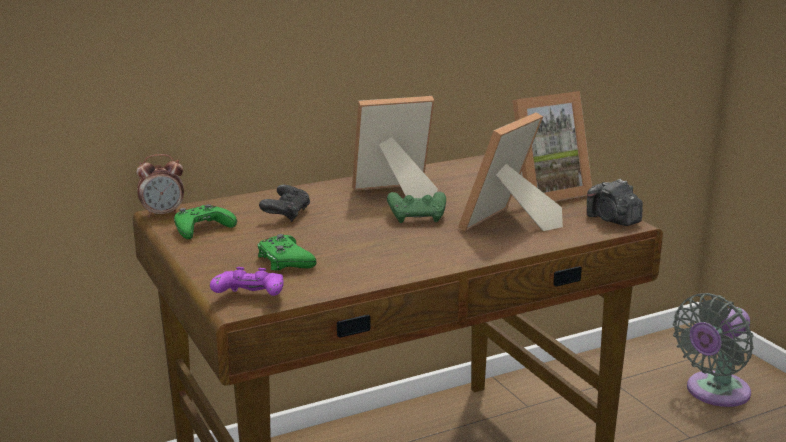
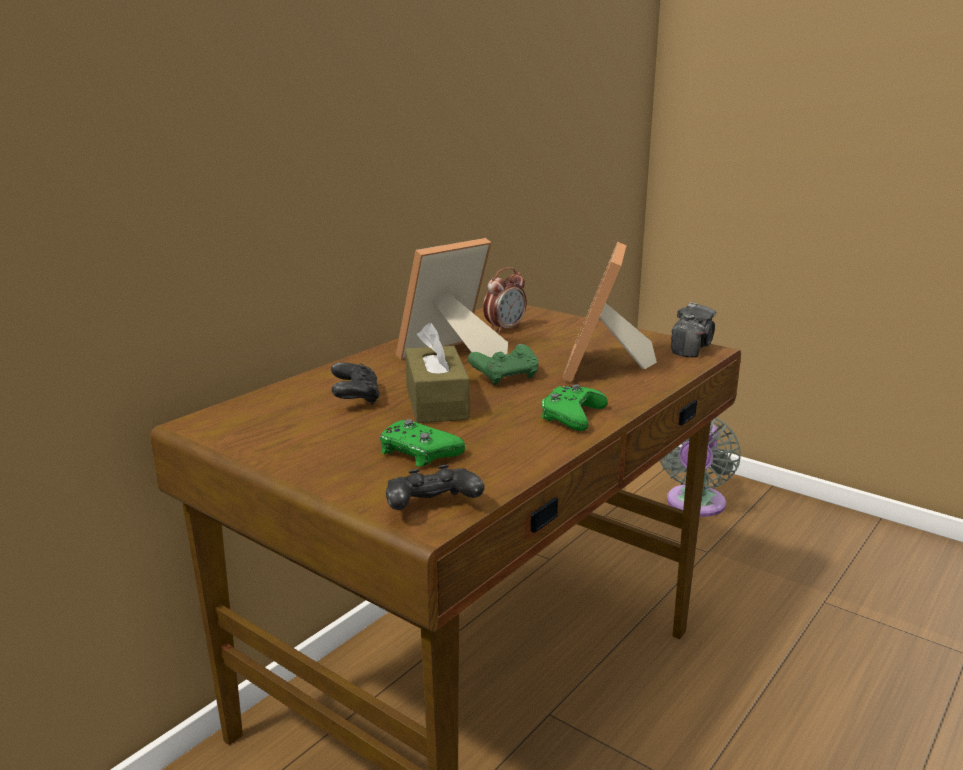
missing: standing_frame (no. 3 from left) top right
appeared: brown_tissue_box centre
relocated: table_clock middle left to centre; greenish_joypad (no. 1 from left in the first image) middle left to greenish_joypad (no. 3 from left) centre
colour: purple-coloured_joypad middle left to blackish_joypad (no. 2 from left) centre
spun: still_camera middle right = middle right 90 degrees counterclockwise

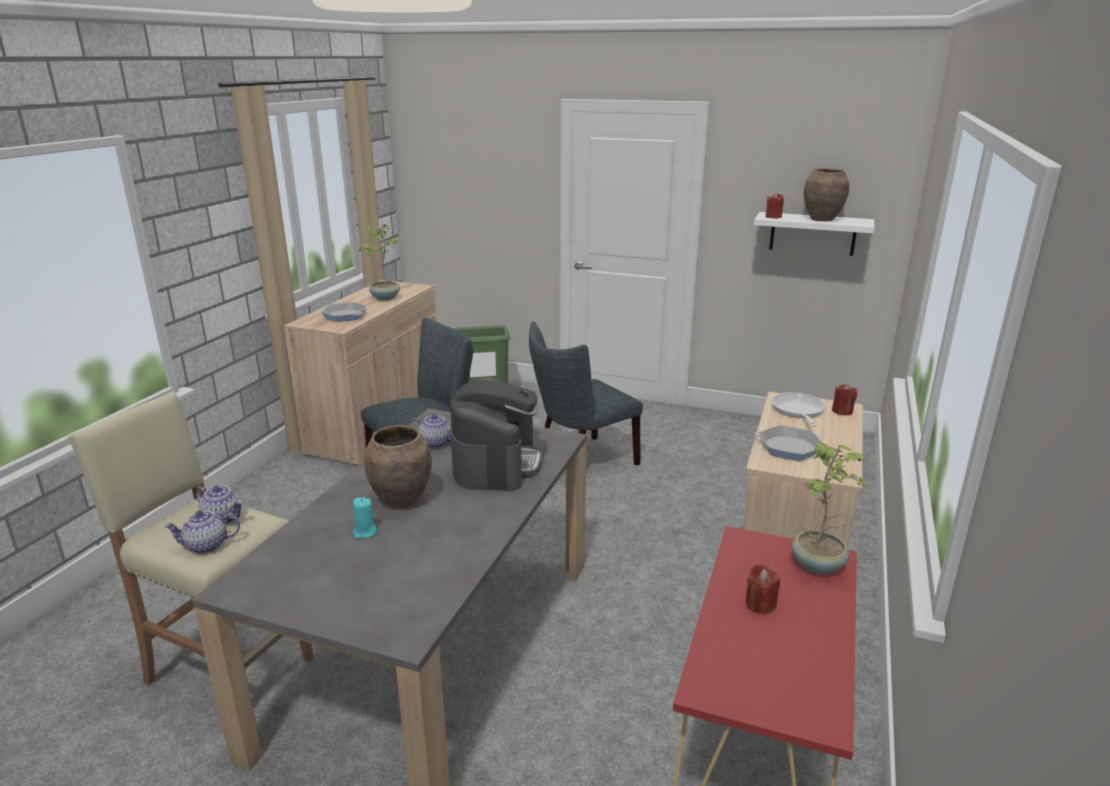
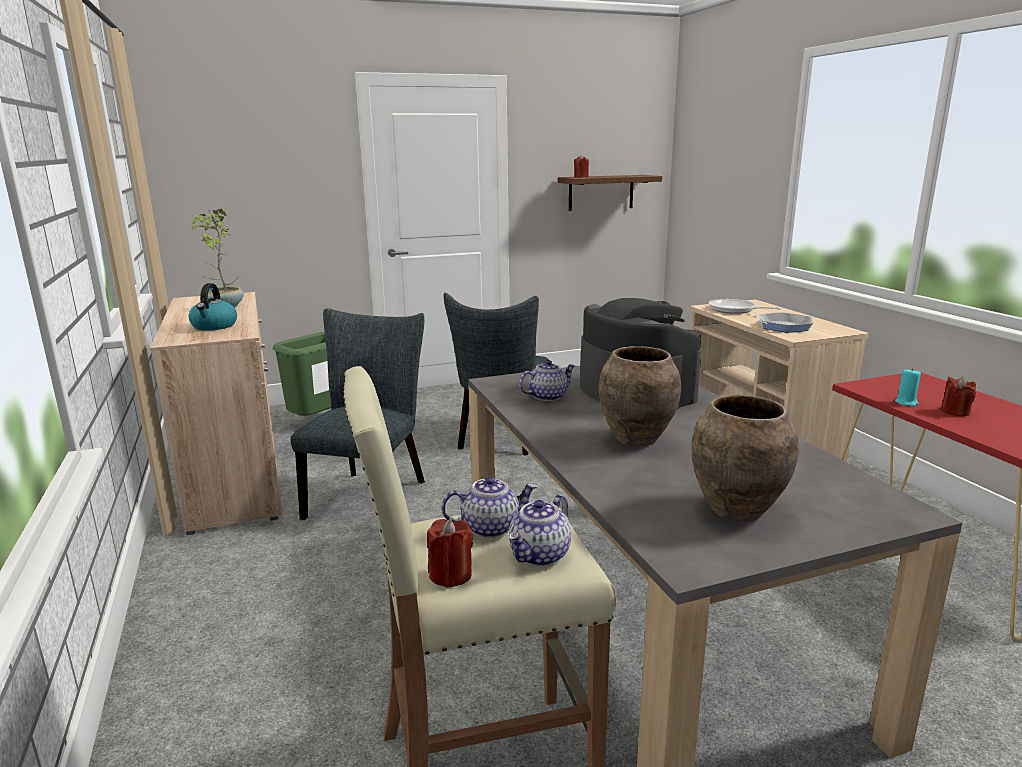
missing: plant_in_a_pot (no. 2 from left) middle right
relocated: red_candle (no. 3 from left in the first image) middle right to red_candle (no. 1 from left) bottom centre; brown_flower_vase (no. 2 from left) top right to middle right; blue-green_candle middle left to middle right
exchanged: pan (no. 1 from left) middle left to kettle middle left
colour: white-coloured_wall_shelf top right to brown_wall_shelf top centre

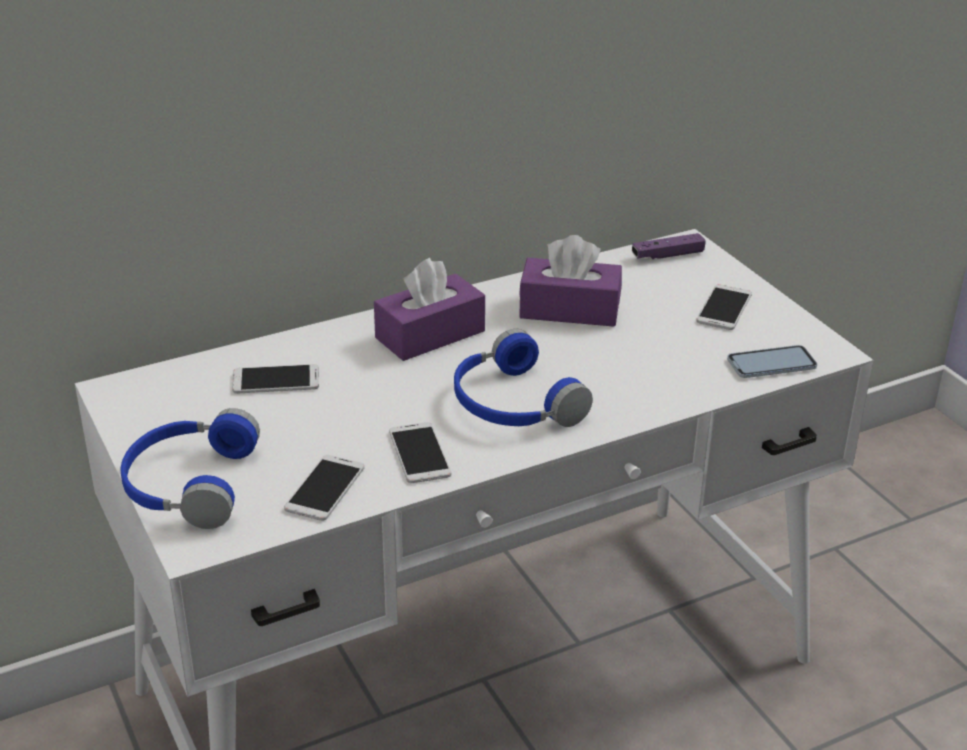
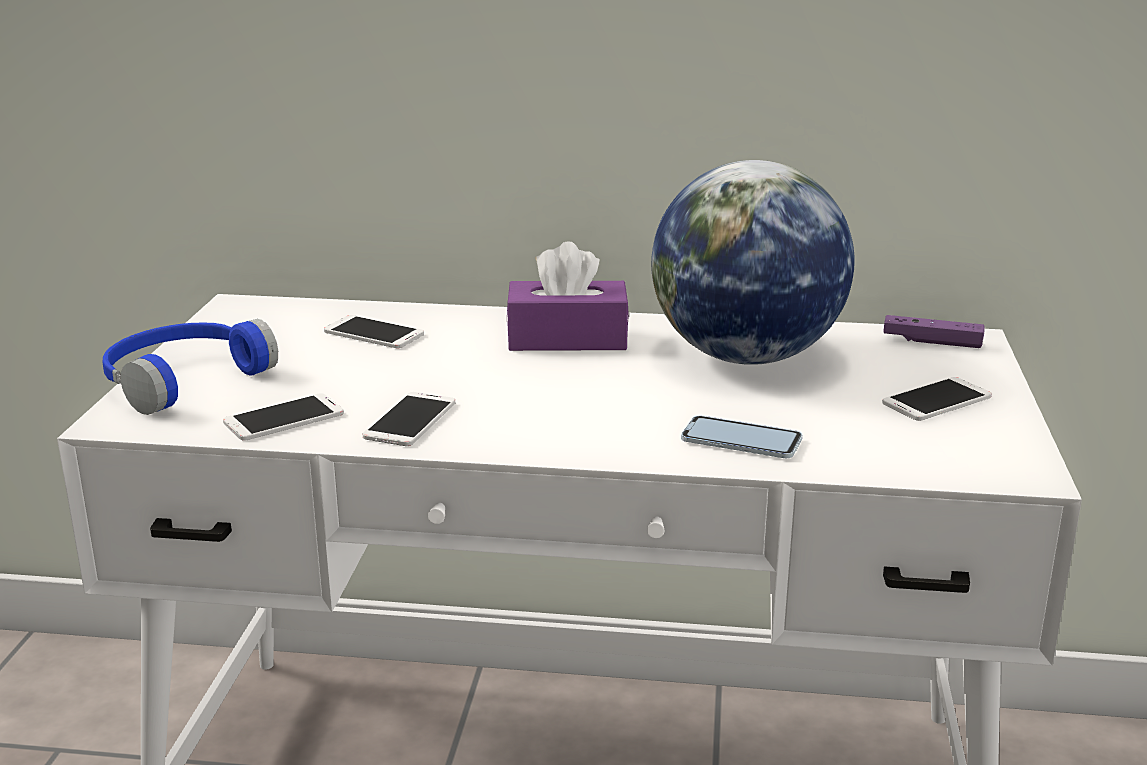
missing: blue-coloured_pair_of_headphones (no. 2 from left) centre
relocated: phone (no. 5 from left in the first image) middle right to phone (no. 4 from left) centre
exchanged: purple-coloured_tissue_box (no. 2 from left) centre to world_globe centre

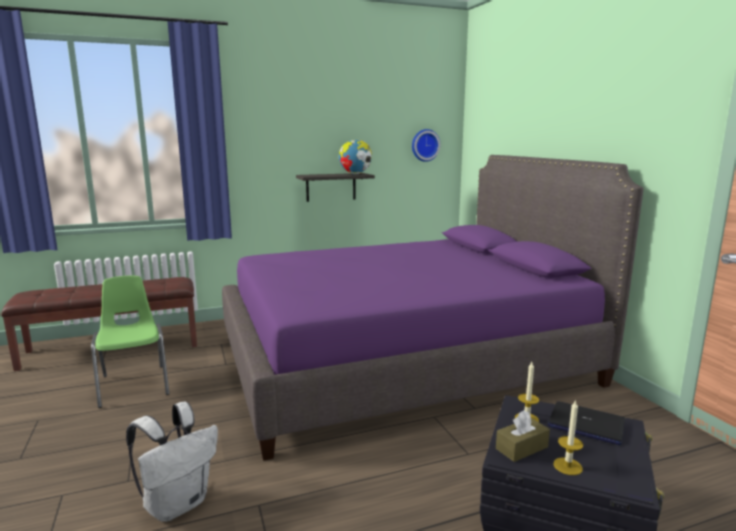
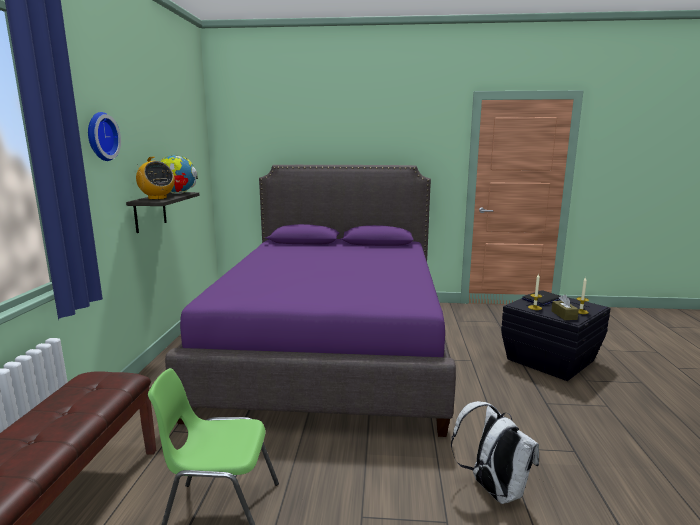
appeared: radio_set middle left
relocated: clock_on_the_wall top centre to top left

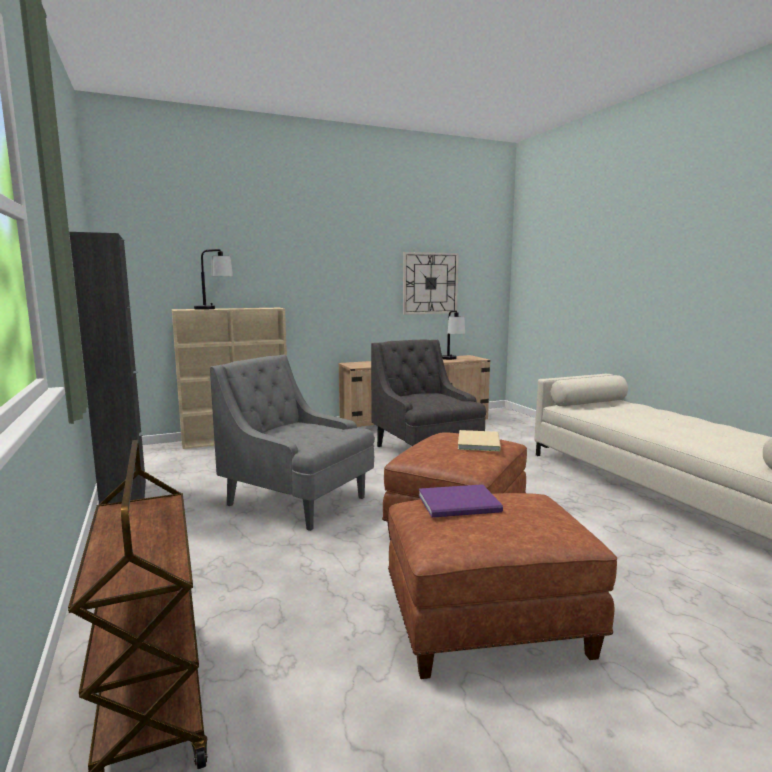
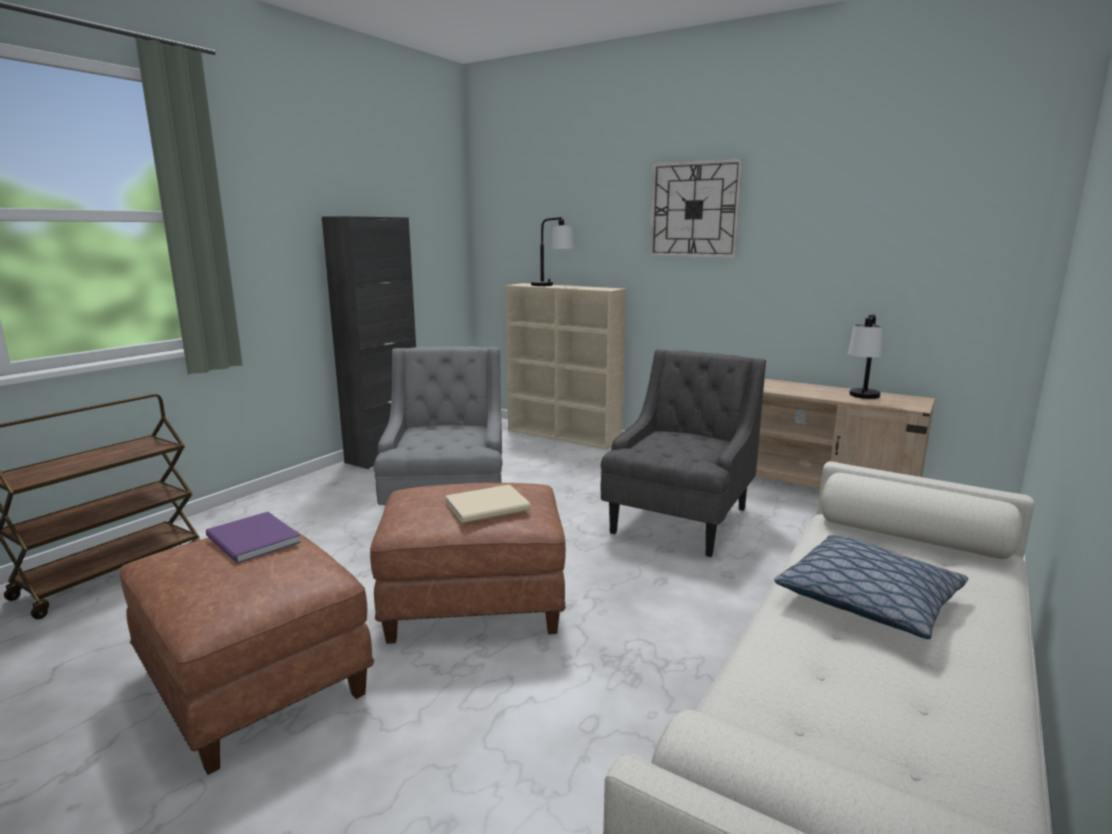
appeared: pillow bottom right
relocated: clock_on_the_wall centre to top centre

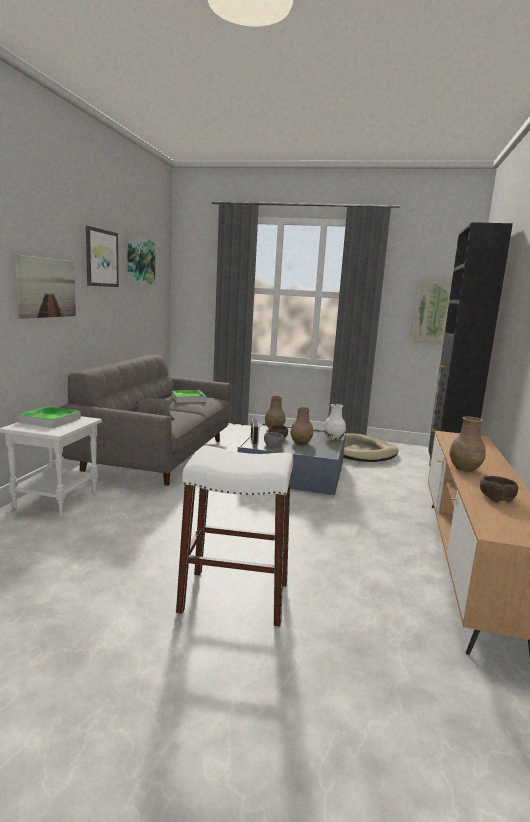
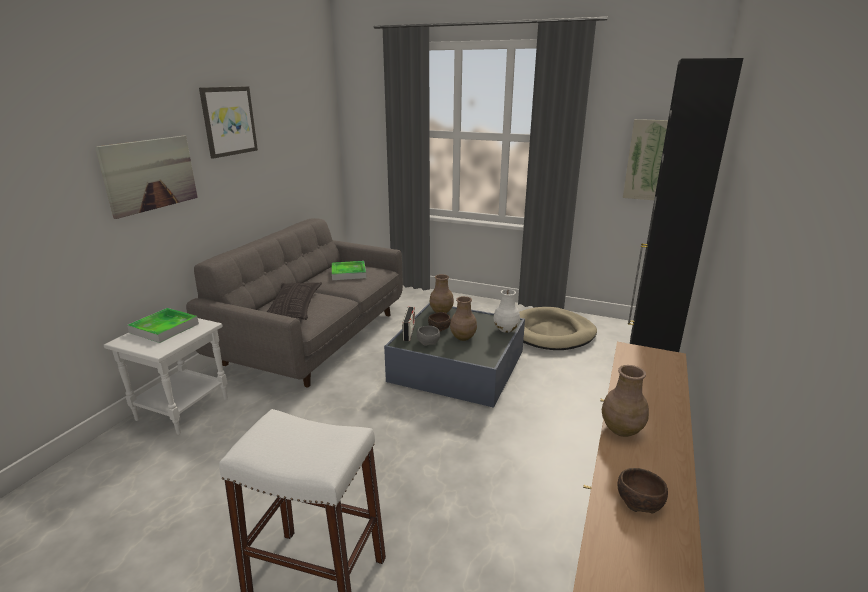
missing: wall_picture (no. 3 from left) top left

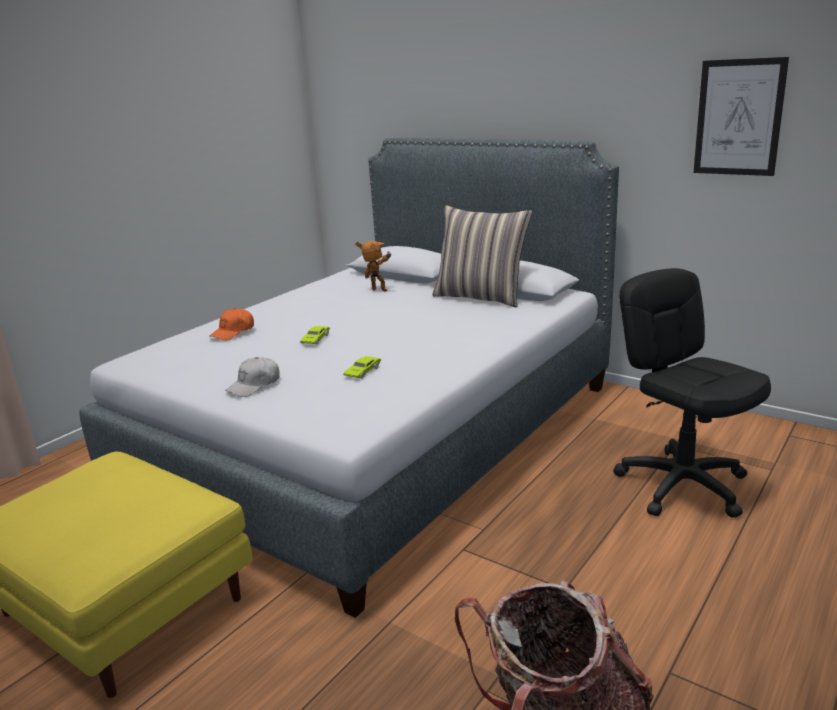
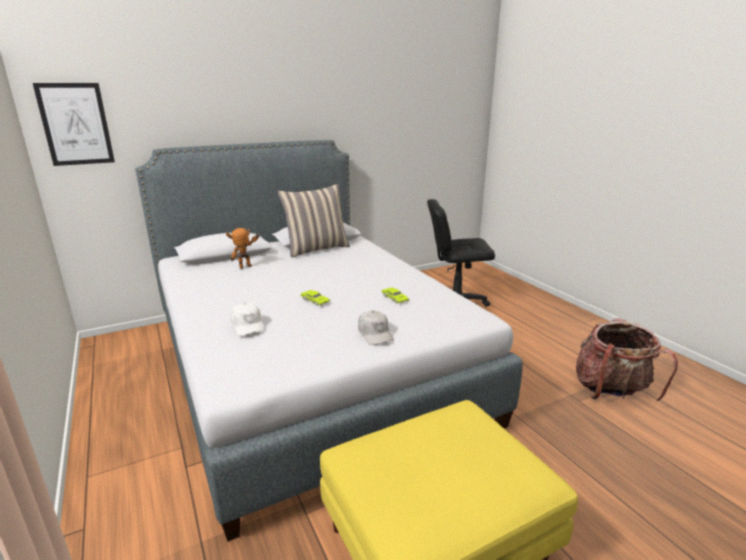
relocated: wall_picture top right to top left
colour: orangey_peaked_cap middle left to white-coloured_peaked_cap (no. 1 from left) middle left

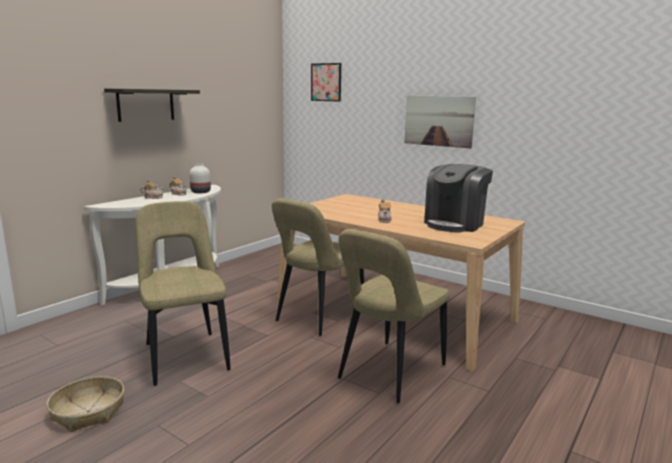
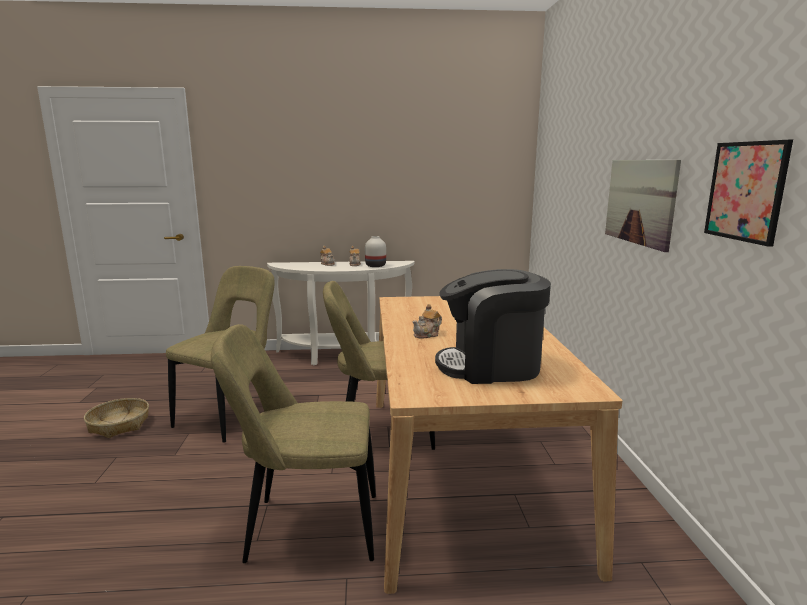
missing: wall_shelf top left
relocated: wall_picture (no. 1 from left in the first image) top centre to wall_picture (no. 2 from left) top right

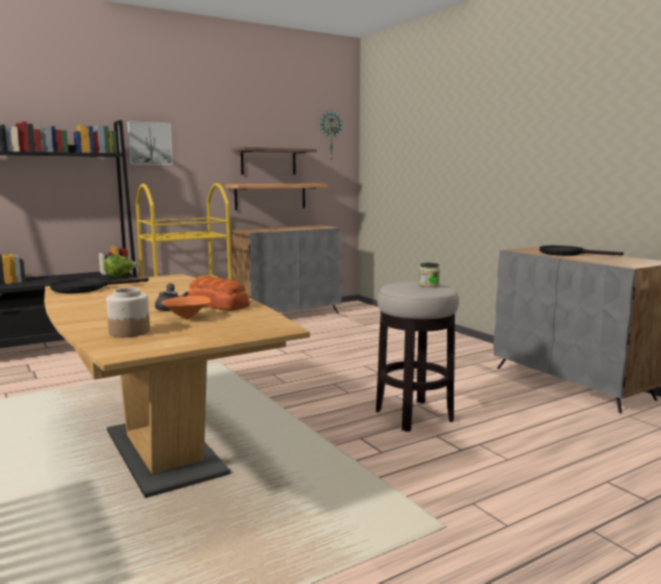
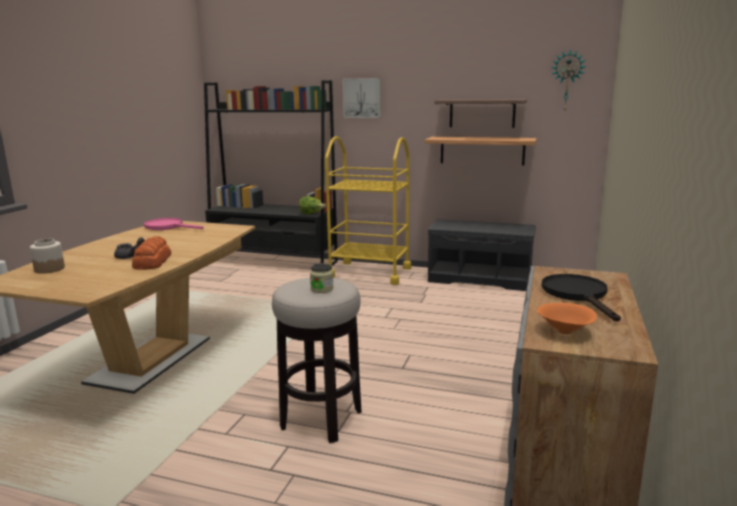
relocated: orangey_serving_bowl middle left to middle right
exchanged: grey_cupboard (no. 1 from left) centre to grey_indoor_bench centre
colour: blackish_pan (no. 1 from left) middle left to pinkish_pan middle left

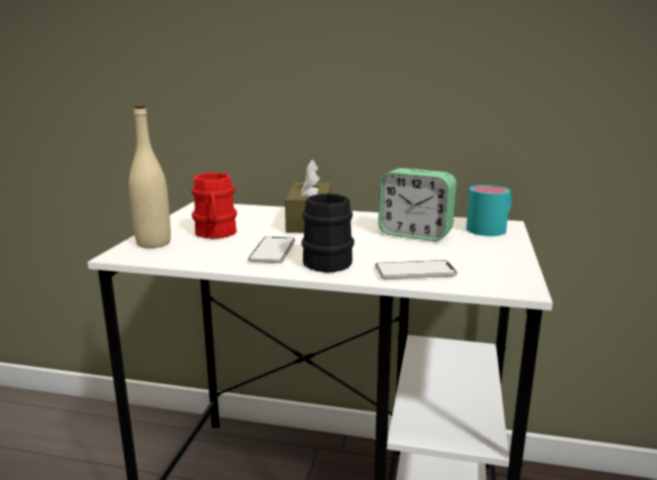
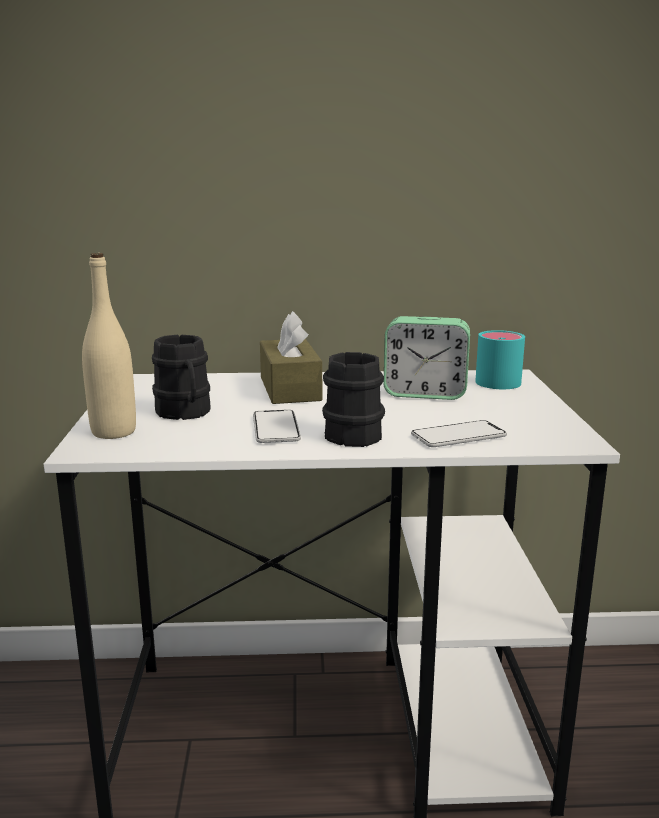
colour: red_mug middle left to blackish_mug (no. 1 from left) middle left

